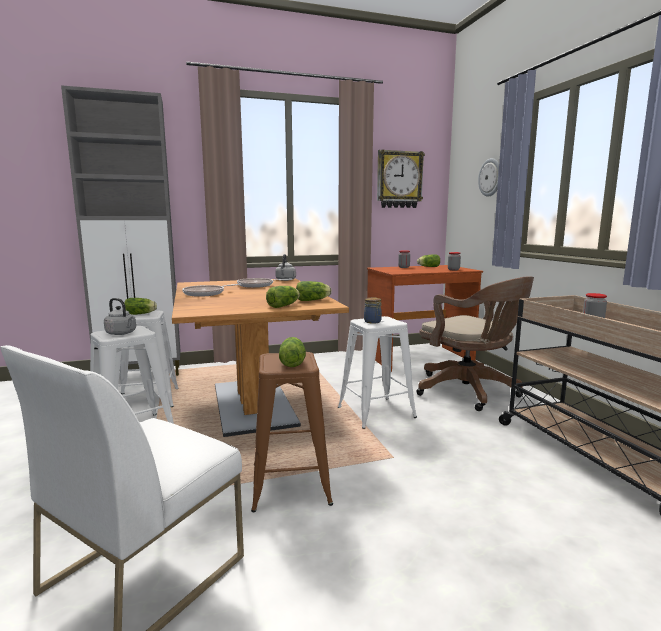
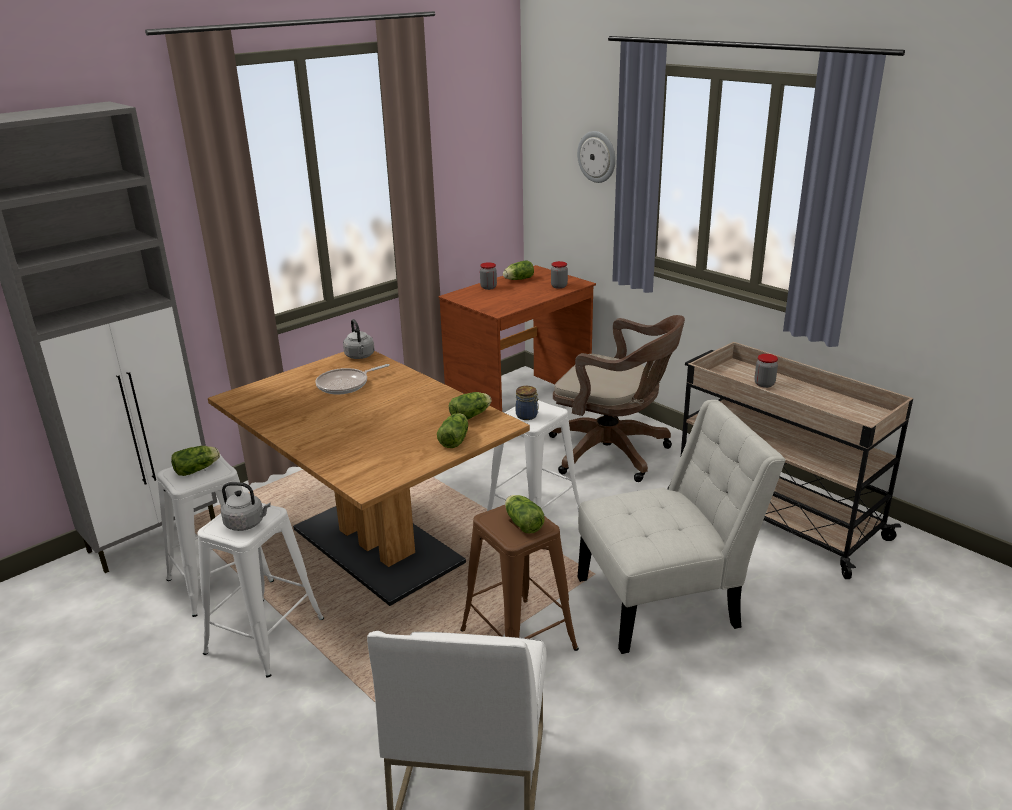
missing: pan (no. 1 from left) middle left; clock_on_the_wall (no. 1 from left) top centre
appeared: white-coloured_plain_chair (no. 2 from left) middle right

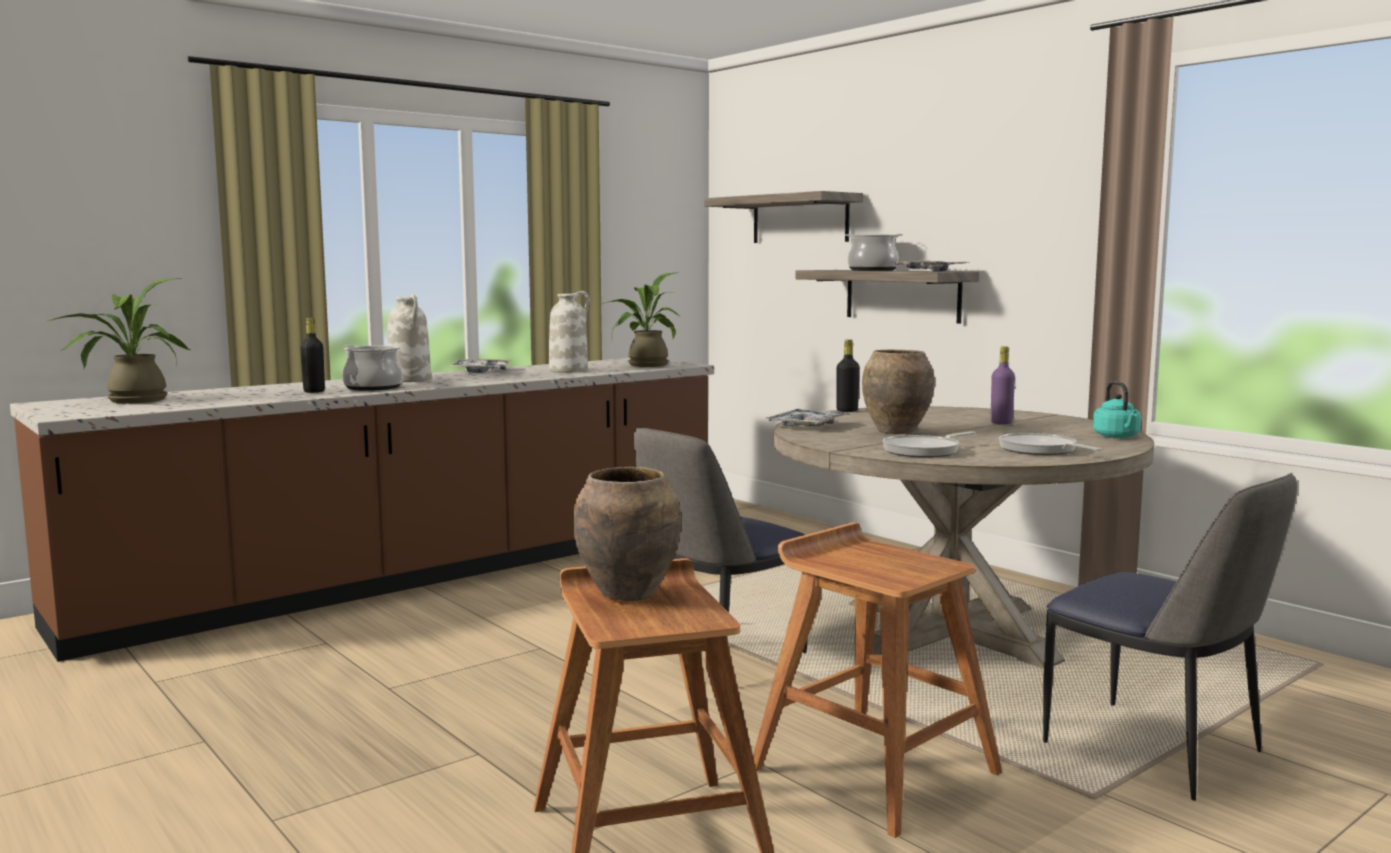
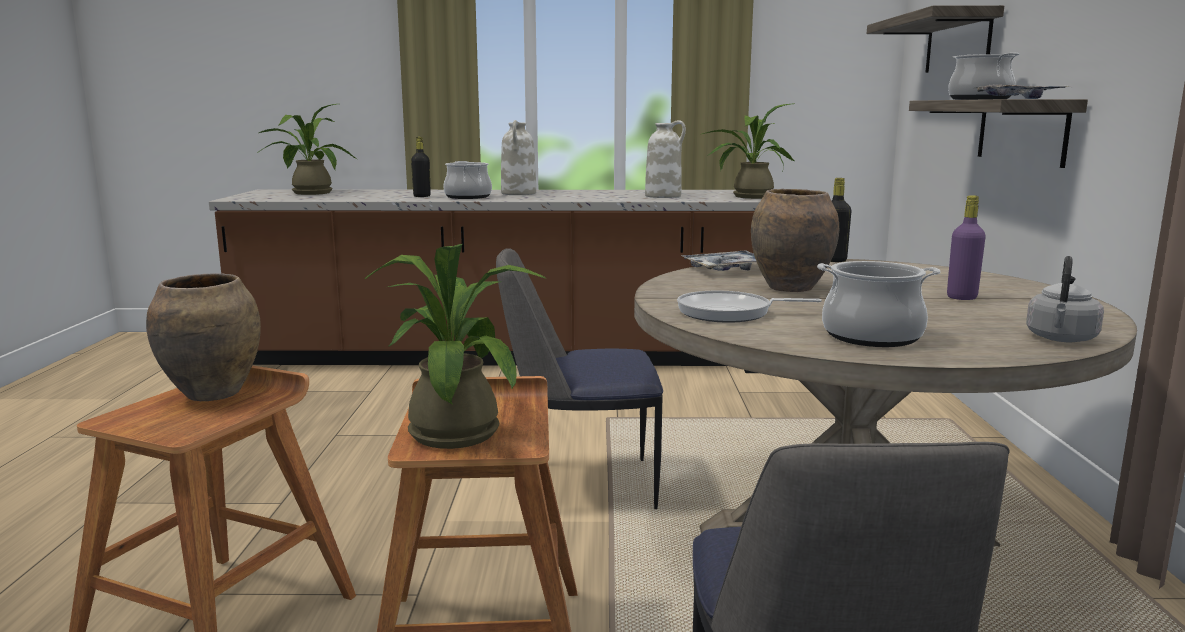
missing: serving_tray (no. 1 from left) centre
appeared: plant_in_a_pot (no. 2 from left) centre
exchanged: pan (no. 2 from left) middle right to saucepot (no. 2 from left) middle right
colour: blue-green_kettle middle right to grey_kettle middle right

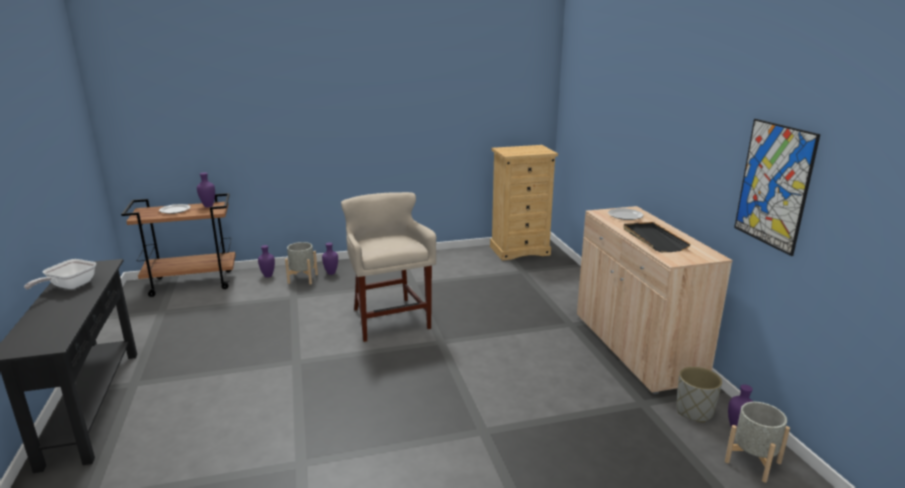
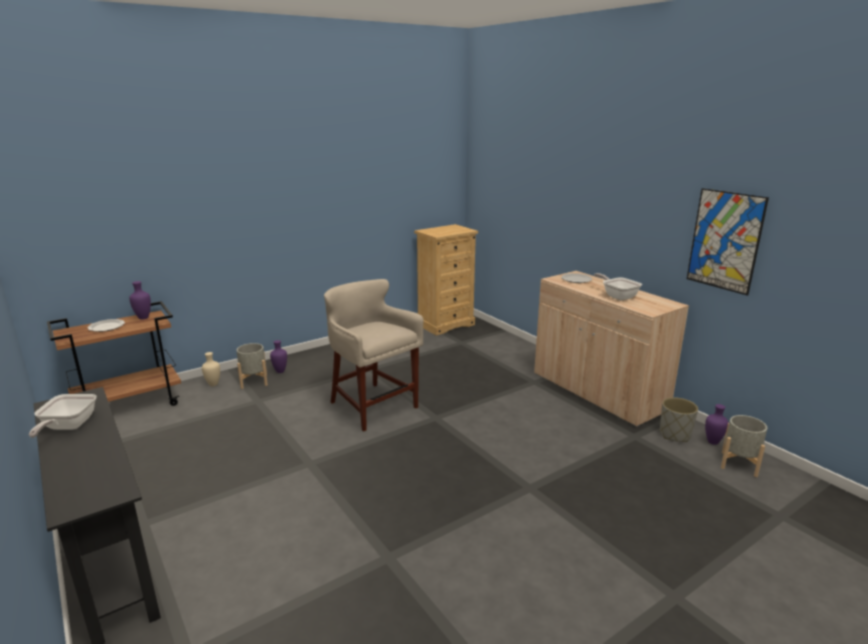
exchanged: blackish_serving_tray middle right to pan (no. 2 from left) middle right
colour: purple-coloured_flower_vase (no. 2 from left) middle left to beige-coloured_flower_vase middle left

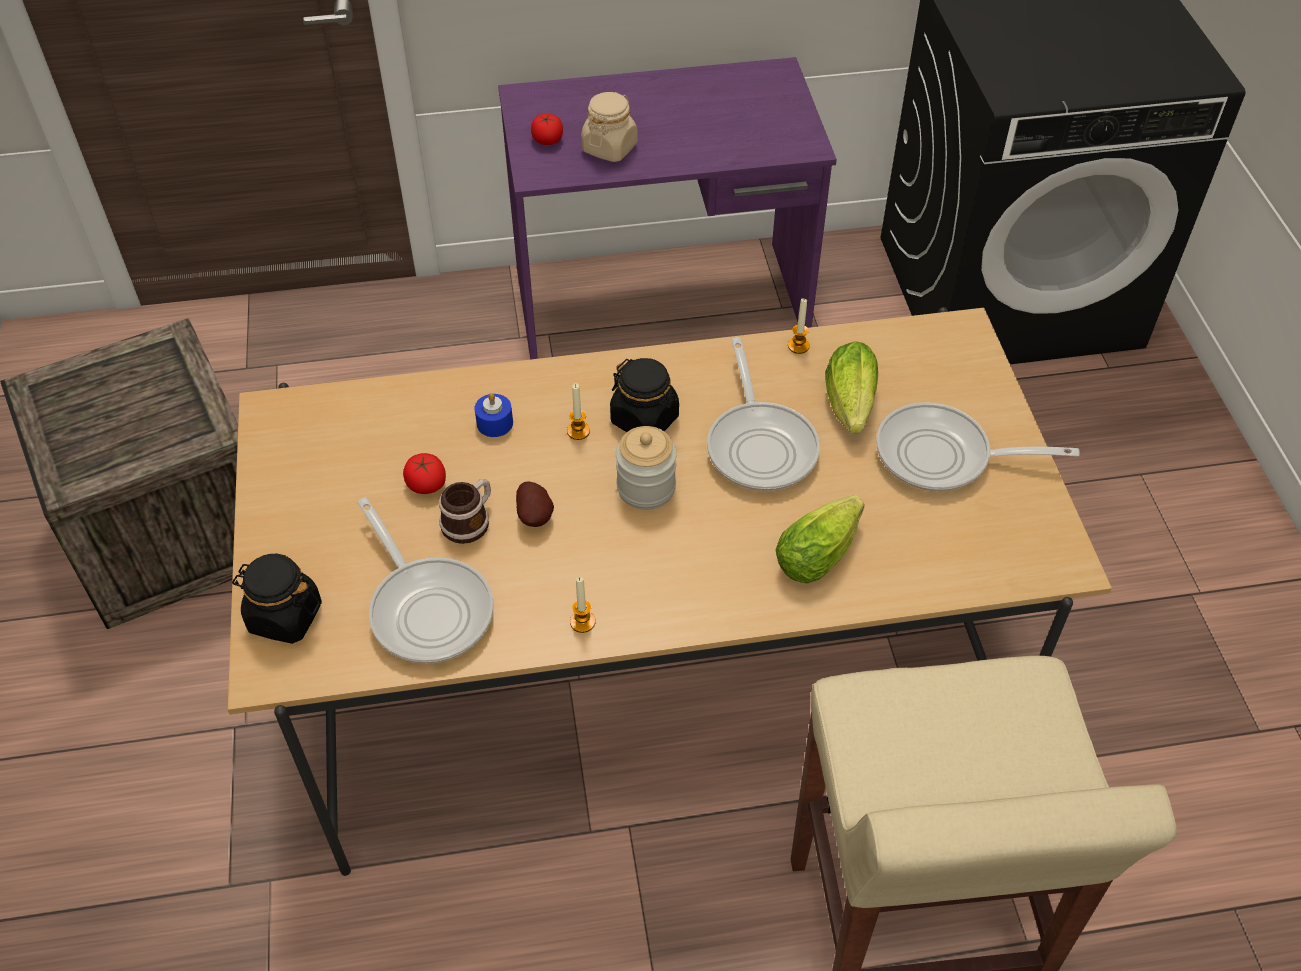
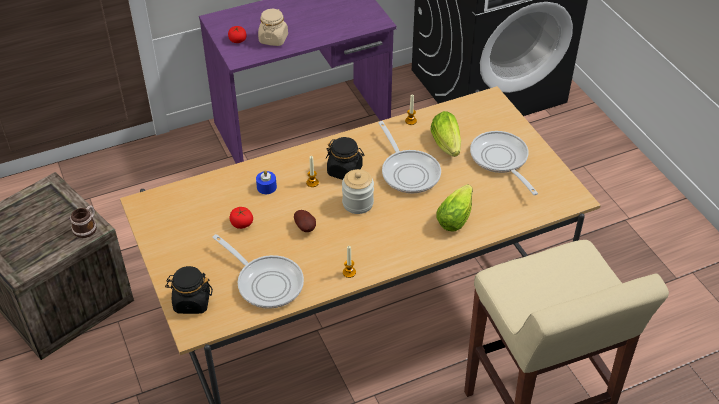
relocated: mug centre to middle left
spun: pan (no. 3 from left) middle right = middle right 75 degrees clockwise

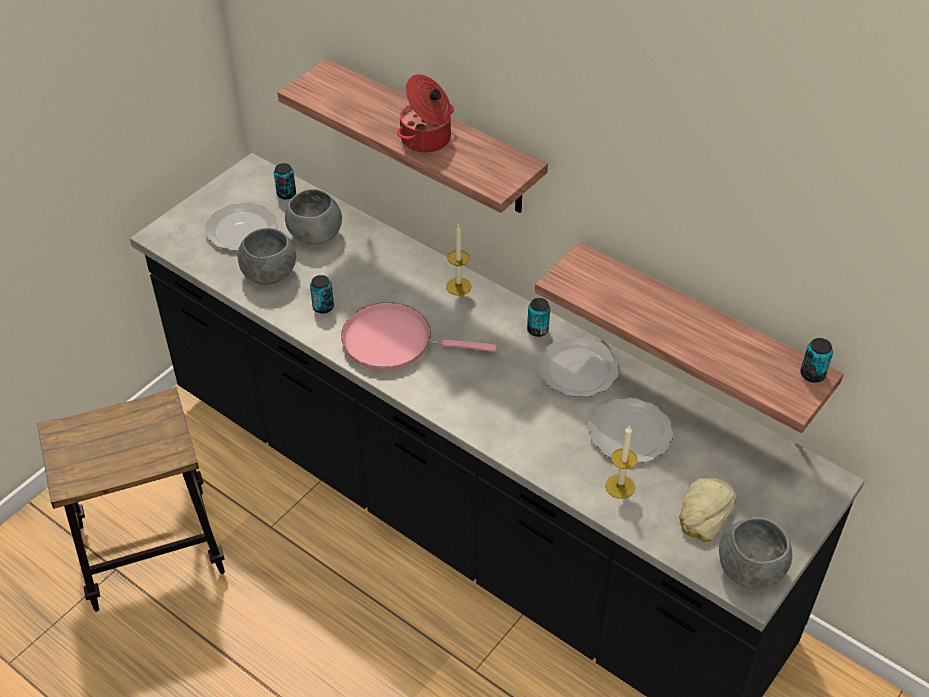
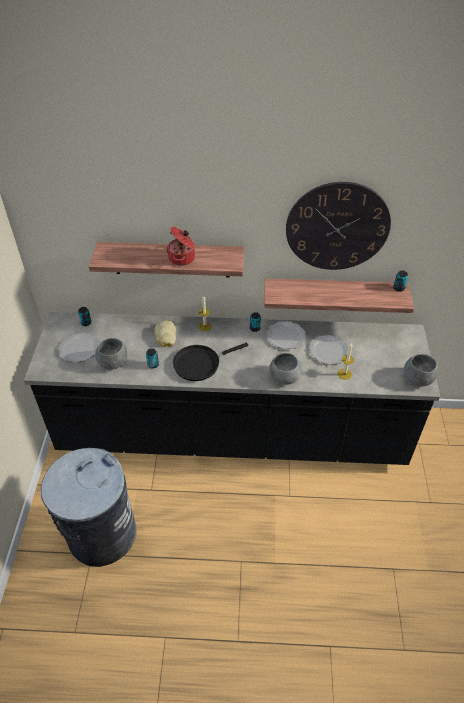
appeared: clock_on_the_wall top right
relocated: bakery_bread bottom right to centre; grey_serving_bowl (no. 2 from left) top centre to centre
exchanged: sitting_stool bottom left to grey_waste_bin bottom left
colour: pinkish_pan centre to blackish_pan centre

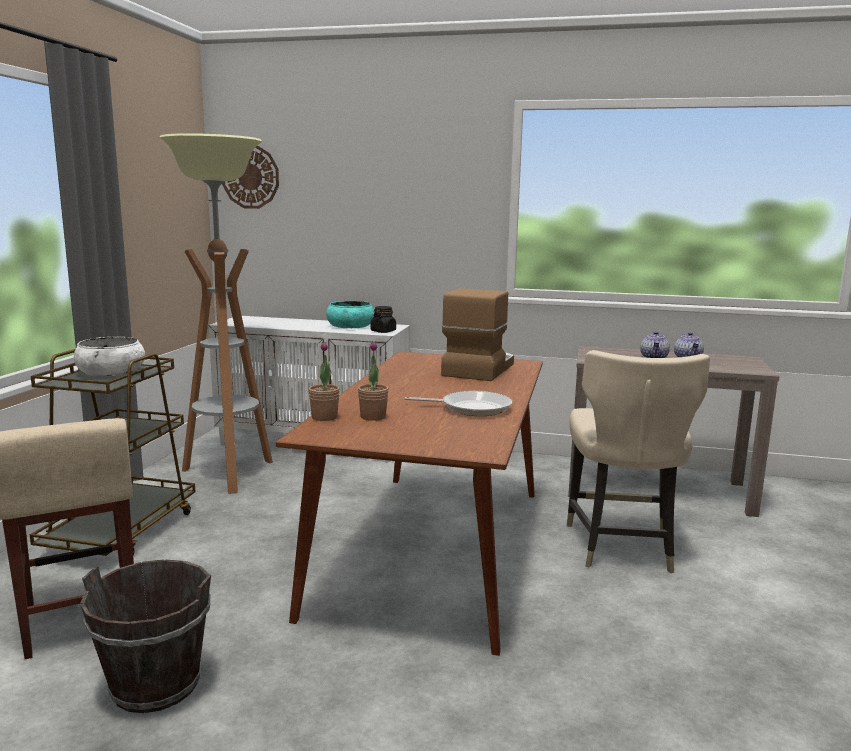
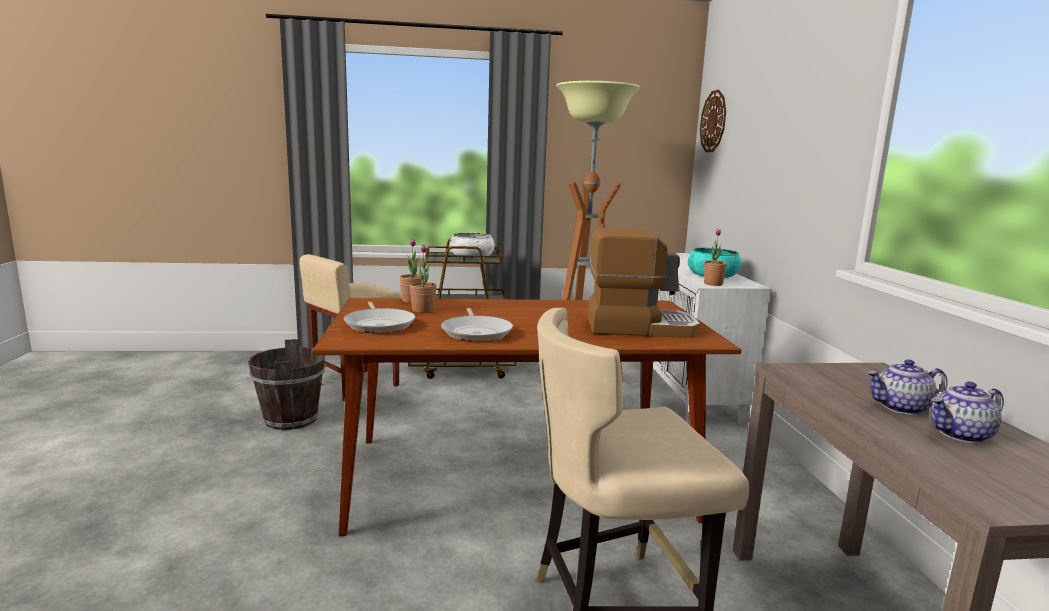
appeared: pan (no. 1 from left) centre
exchanged: blackish_storage_jar centre to plant_in_a_pot (no. 3 from left) middle right

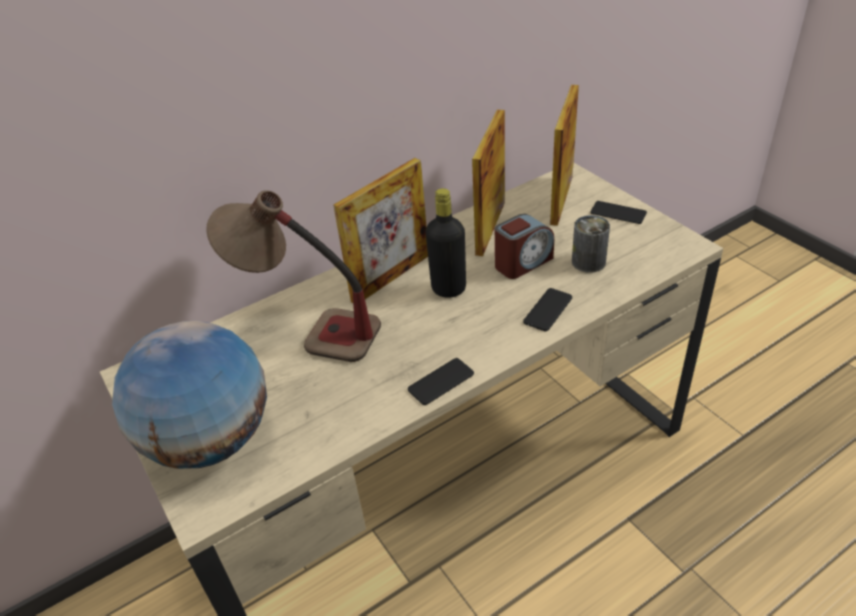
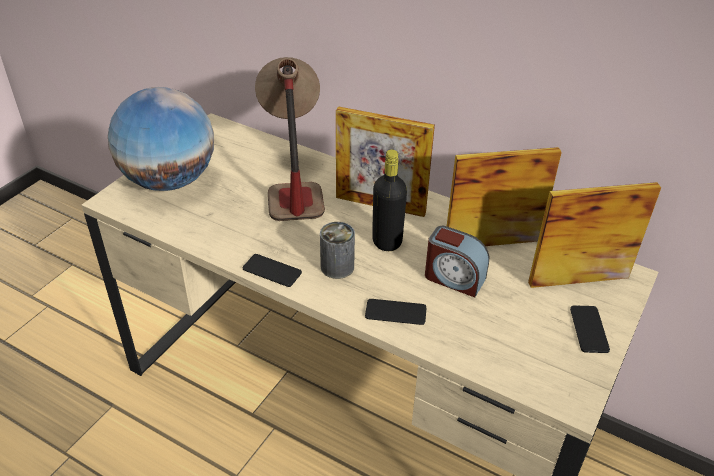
relocated: metal_can middle right to centre

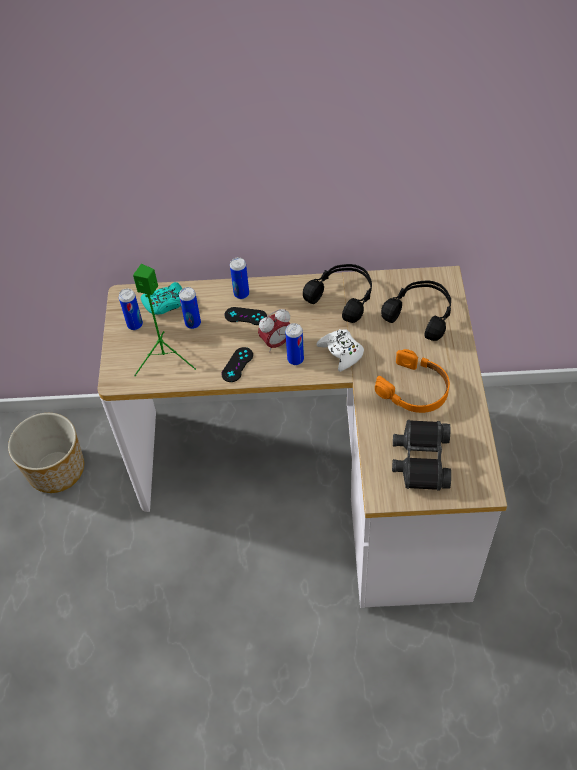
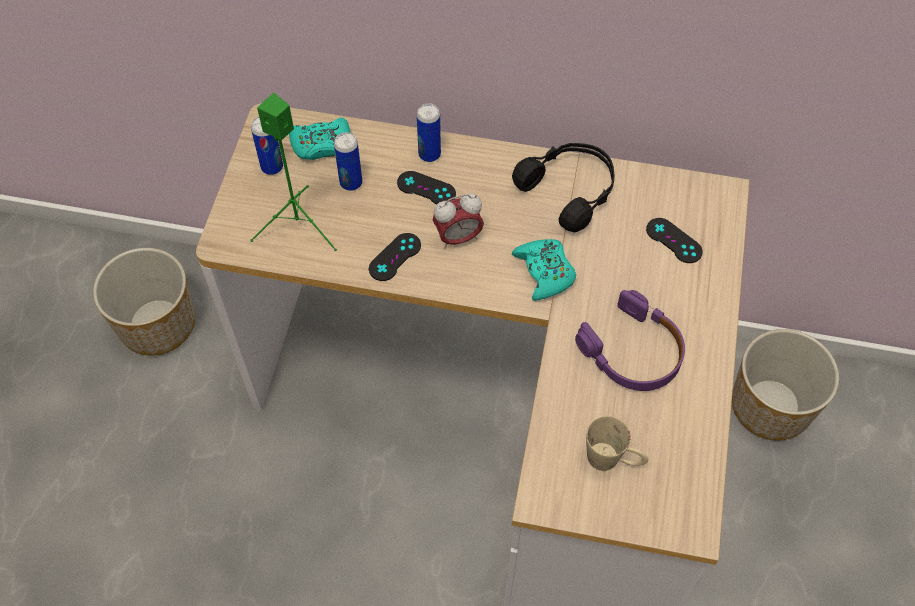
missing: metal_can (no. 4 from left) centre
appeared: plant_pot (no. 2 from left) middle right
exchanged: blackish_pair_of_binoculars middle right to beige-coloured_mug bottom right; blackish_pair_of_headphones (no. 2 from left) middle right to blackish_joypad (no. 3 from left) middle right
colour: white-coloured_joypad centre to blue-green_joypad (no. 2 from left) centre; orangey_pair_of_headphones middle right to purple-coloured_pair_of_headphones middle right

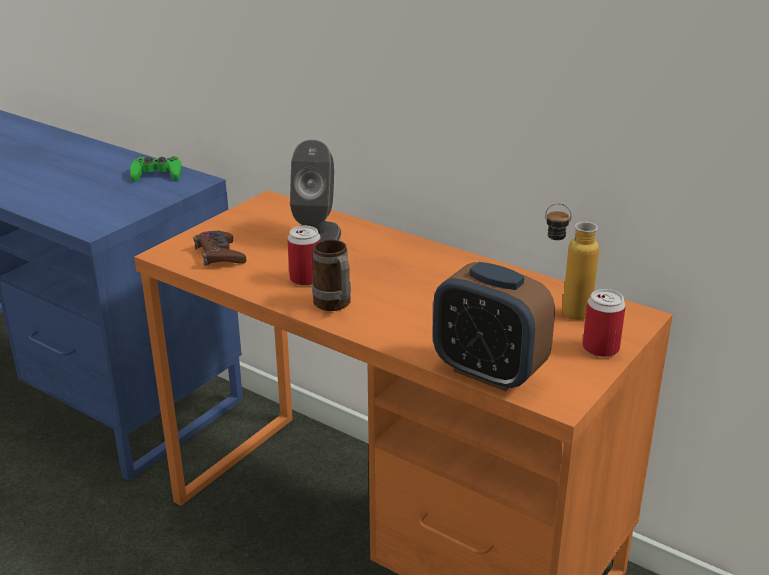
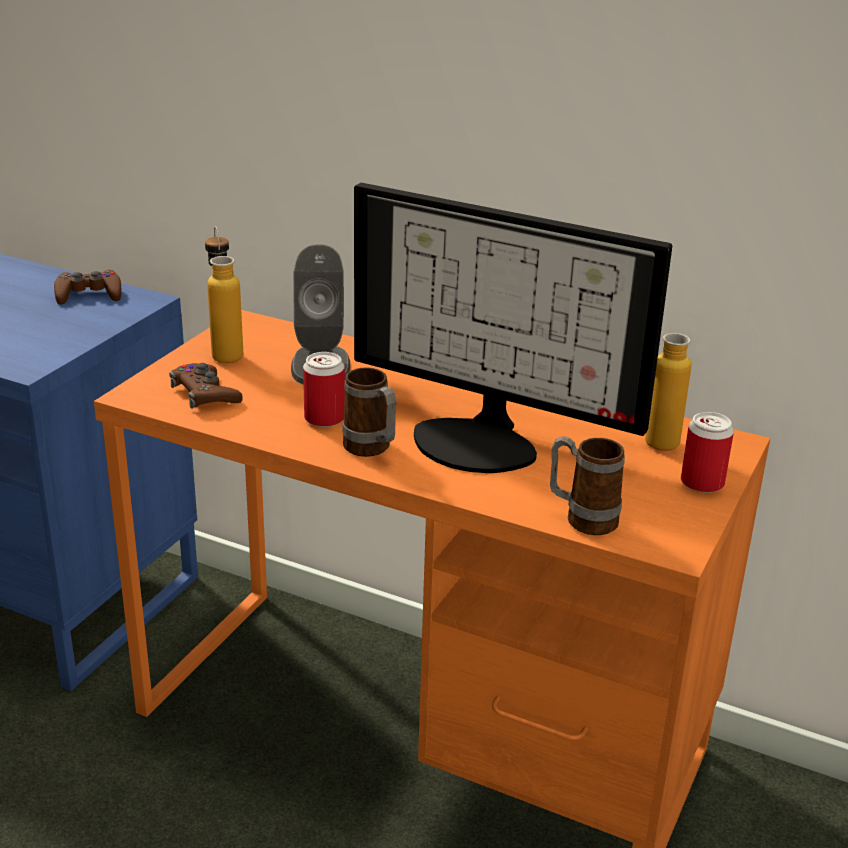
appeared: drink_bottle (no. 1 from left) middle left; computer_screen centre
exchanged: table_clock centre to mug (no. 2 from left) middle right
colour: greenish_joypad top left to brown_joypad (no. 1 from left) middle left

